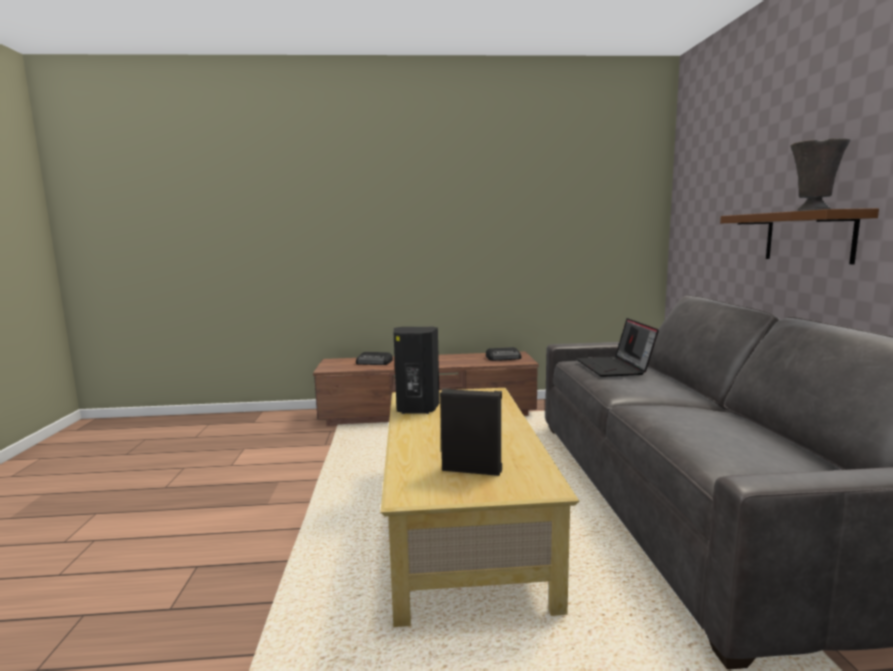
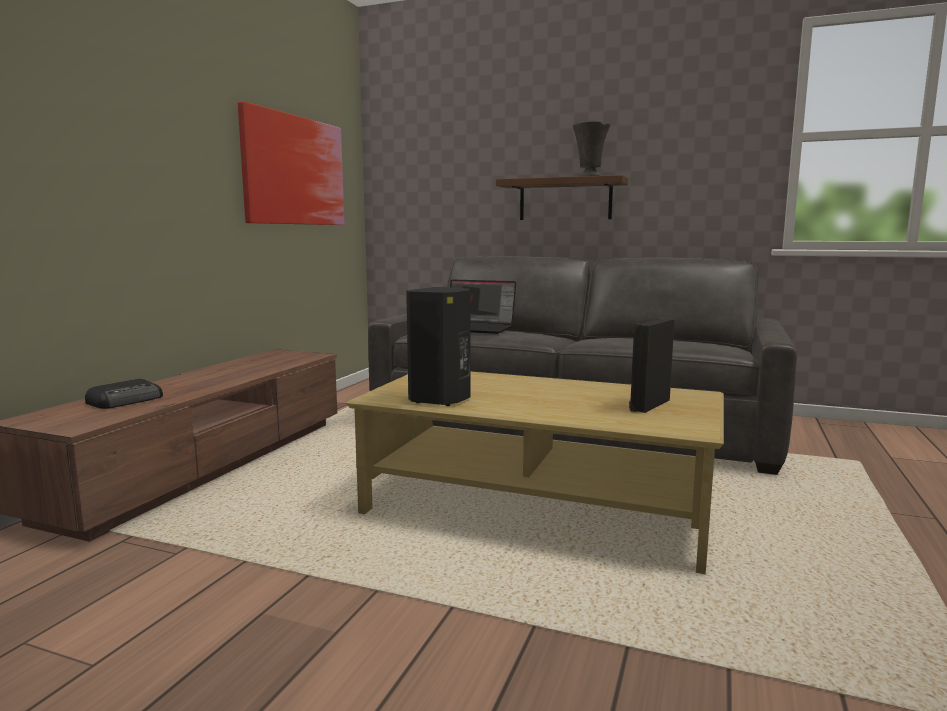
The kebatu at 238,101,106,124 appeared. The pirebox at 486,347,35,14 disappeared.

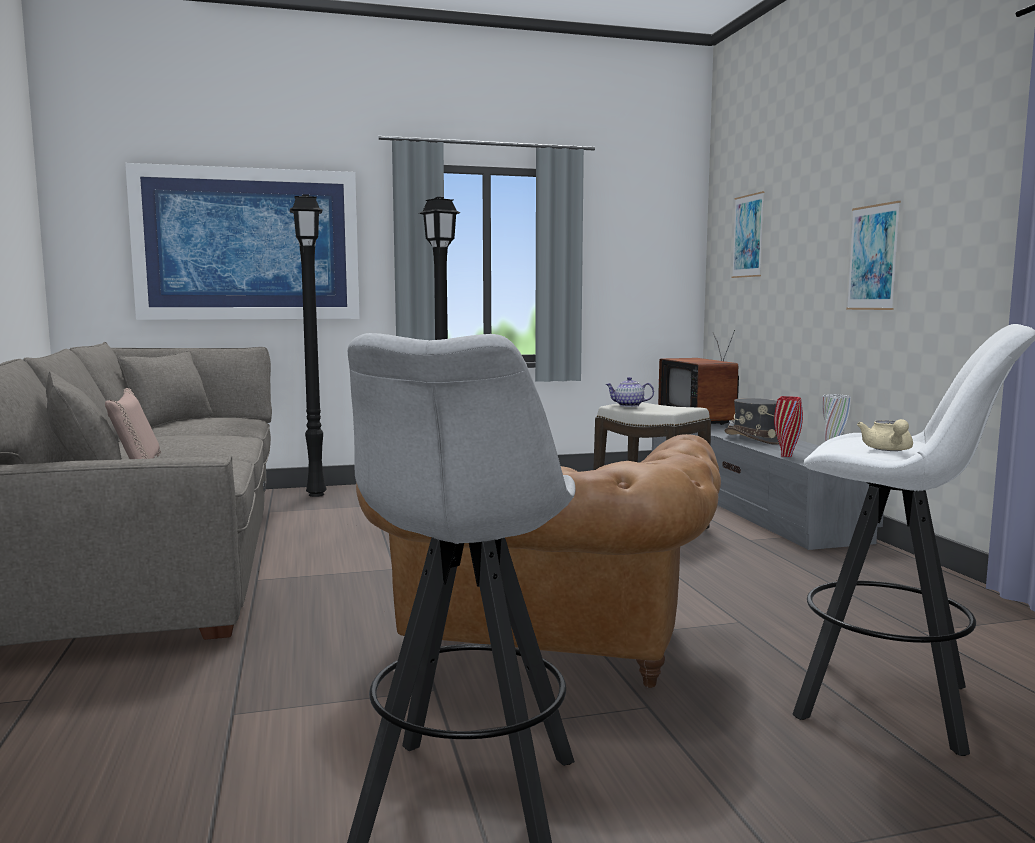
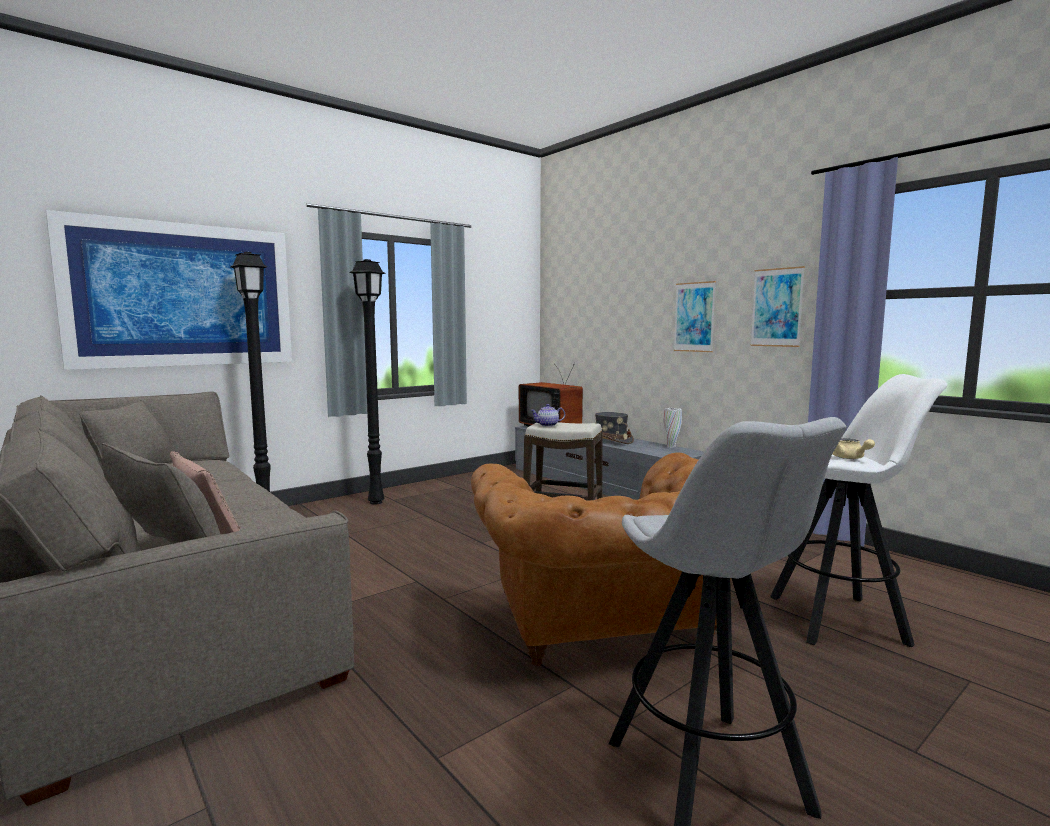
The kebatu moved from 732,191,32,87 to 750,266,55,81. The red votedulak at 774,396,29,61 disappeared.

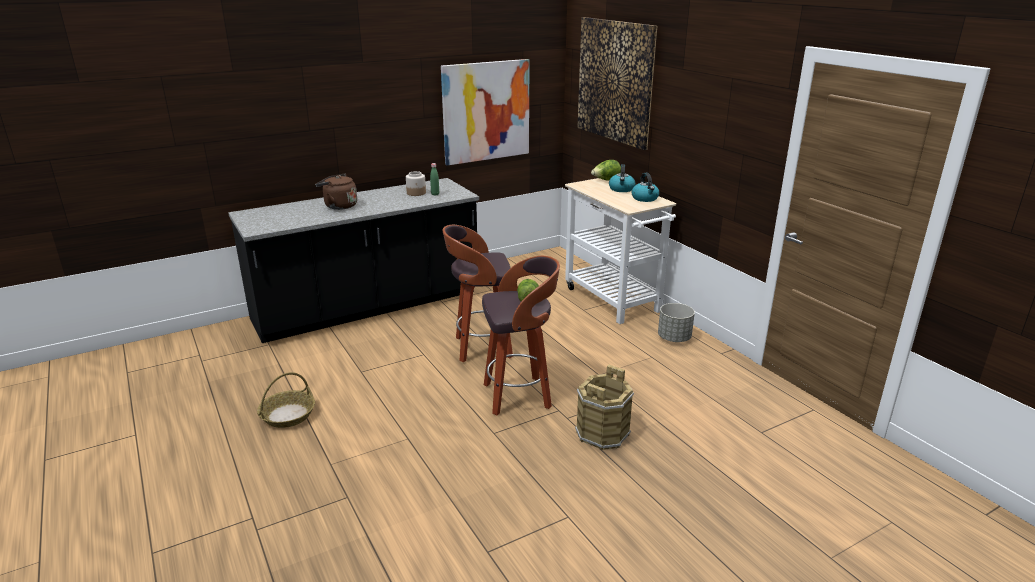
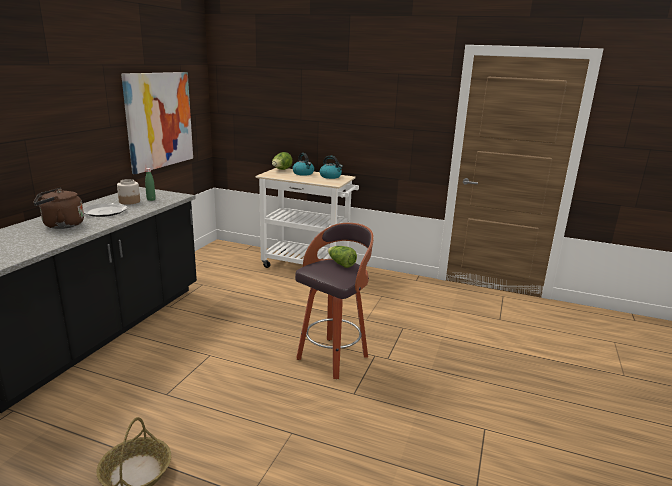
The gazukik at 83,203,44,14 appeared. The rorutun at 442,225,71,137 disappeared. The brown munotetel at 575,365,59,85 disappeared. The kebatu at 577,17,80,133 disappeared. The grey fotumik at 658,303,37,39 disappeared.

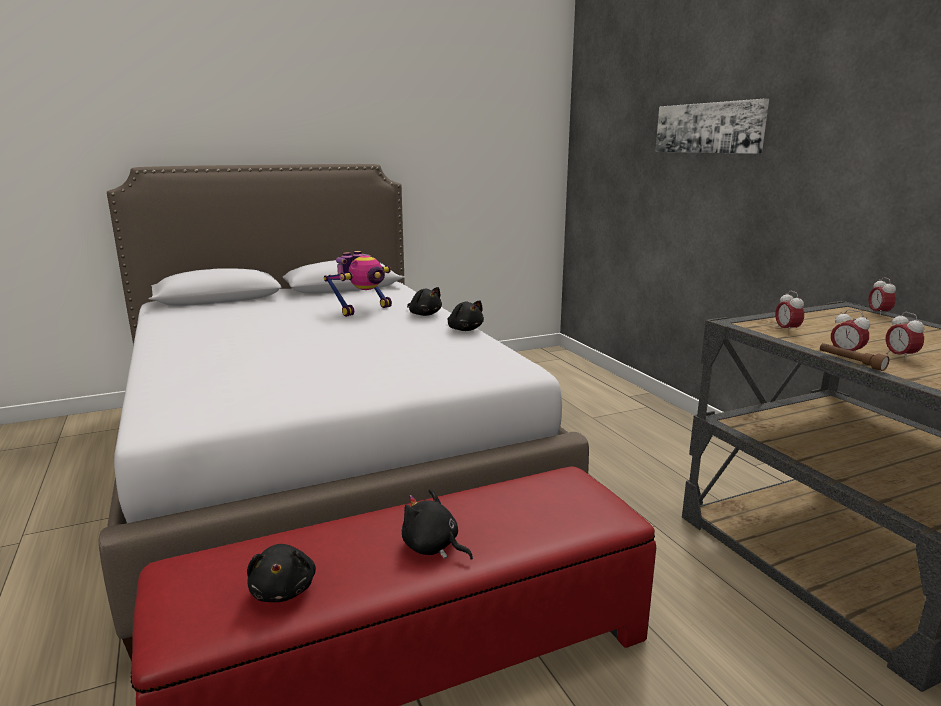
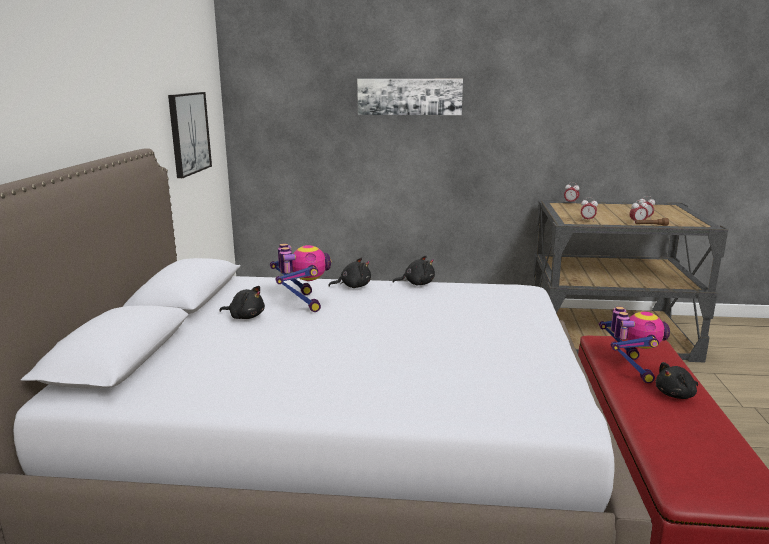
The kebatu at 168,92,44,86 appeared. The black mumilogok moved from 247,544,69,58 to 220,286,45,33. The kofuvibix at 599,306,71,77 appeared.

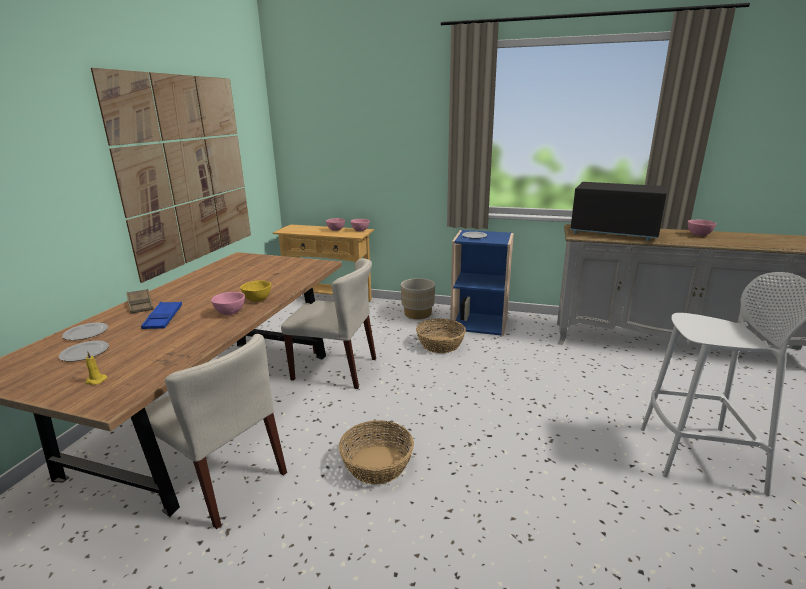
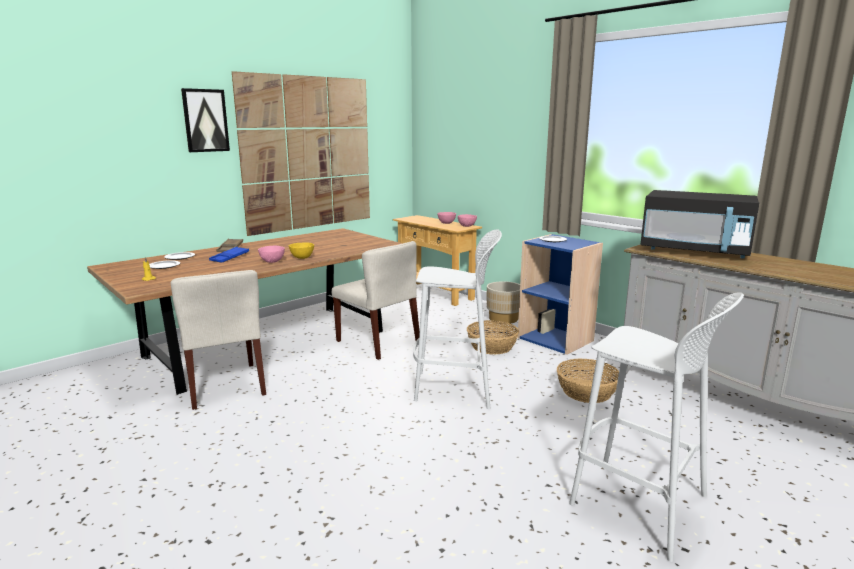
The kebatu at 181,88,49,64 appeared. The white rorutun at 413,229,89,180 appeared. The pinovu moved from 339,420,75,65 to 557,358,62,45. The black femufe at 570,182,98,59 turned 150 degrees clockwise. The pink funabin at 688,220,28,16 disappeared.

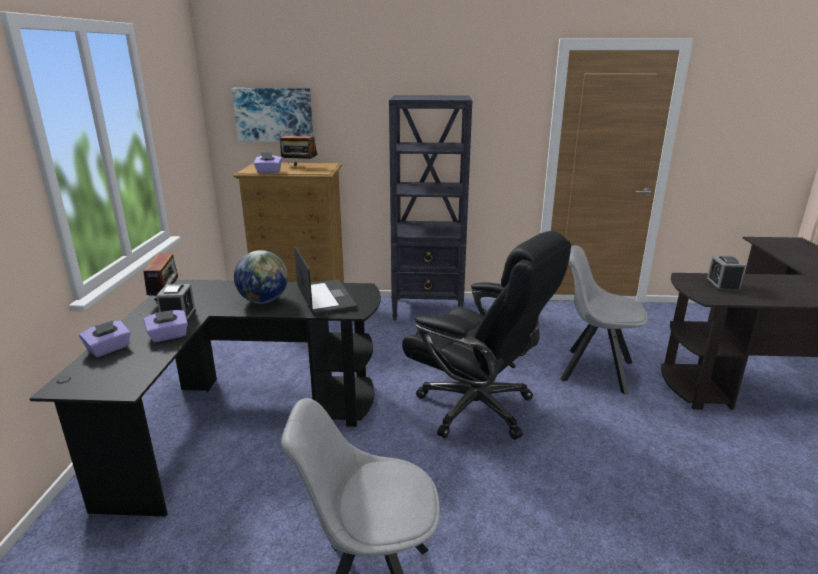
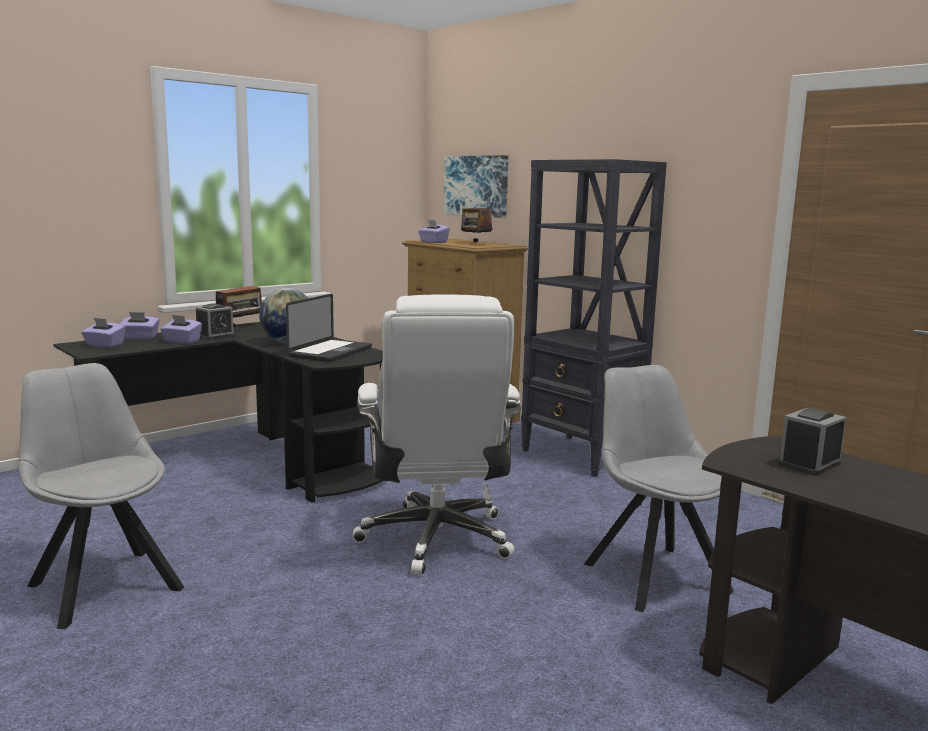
The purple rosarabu at 81,317,45,31 appeared. The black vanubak at 402,231,169,209 became the white vanubak at 353,295,168,281.

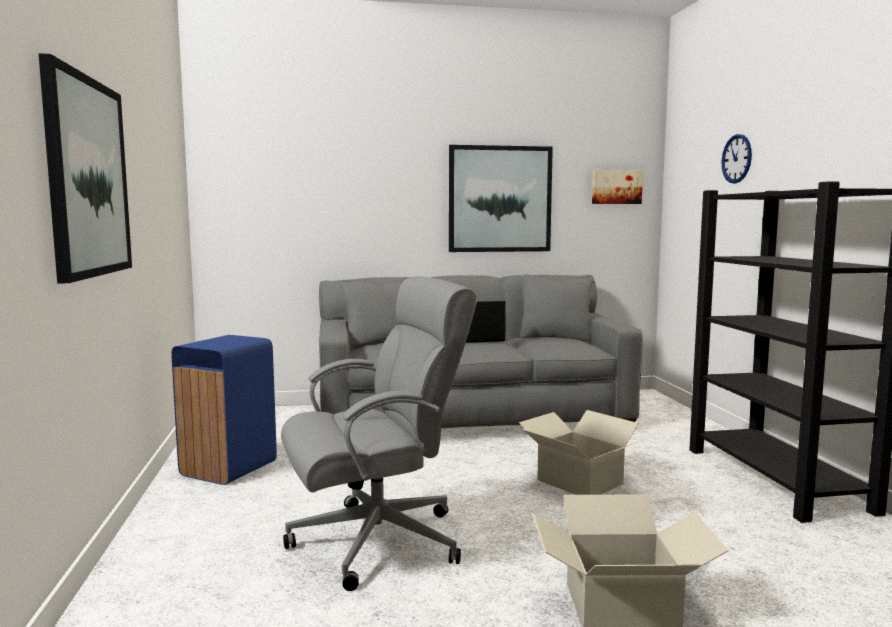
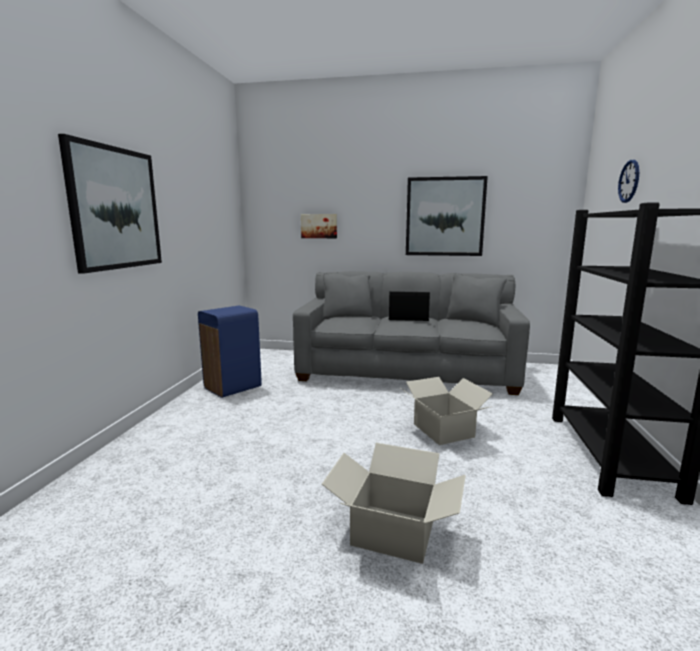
The kebatu moved from 592,170,51,34 to 301,214,36,24. The grey vanubak at 281,276,196,315 disappeared.

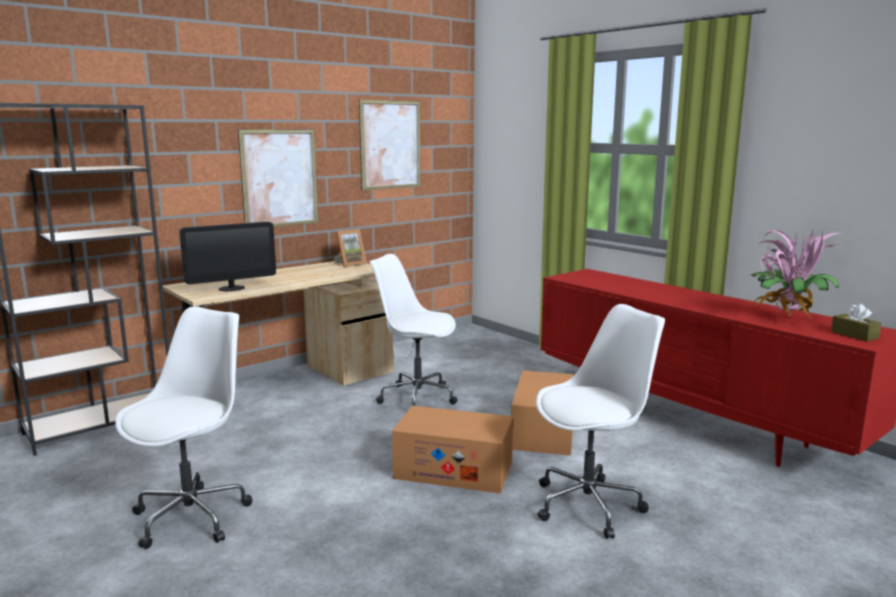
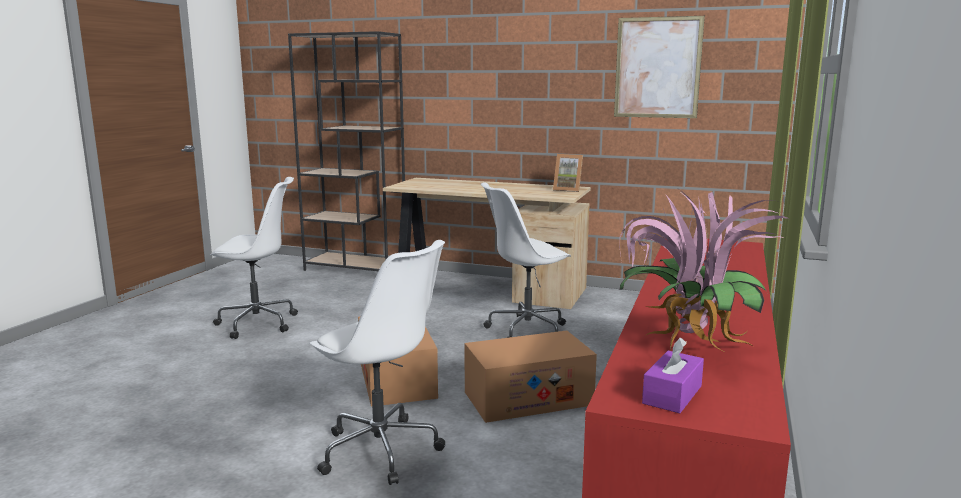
The white vanubak at 369,254,89,152 turned 105 degrees counterclockwise. The brown rosarabu at 831,304,51,37 became the purple rosarabu at 642,338,62,75. The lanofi at 179,222,97,70 disappeared. The kebatu at 238,129,80,98 disappeared.

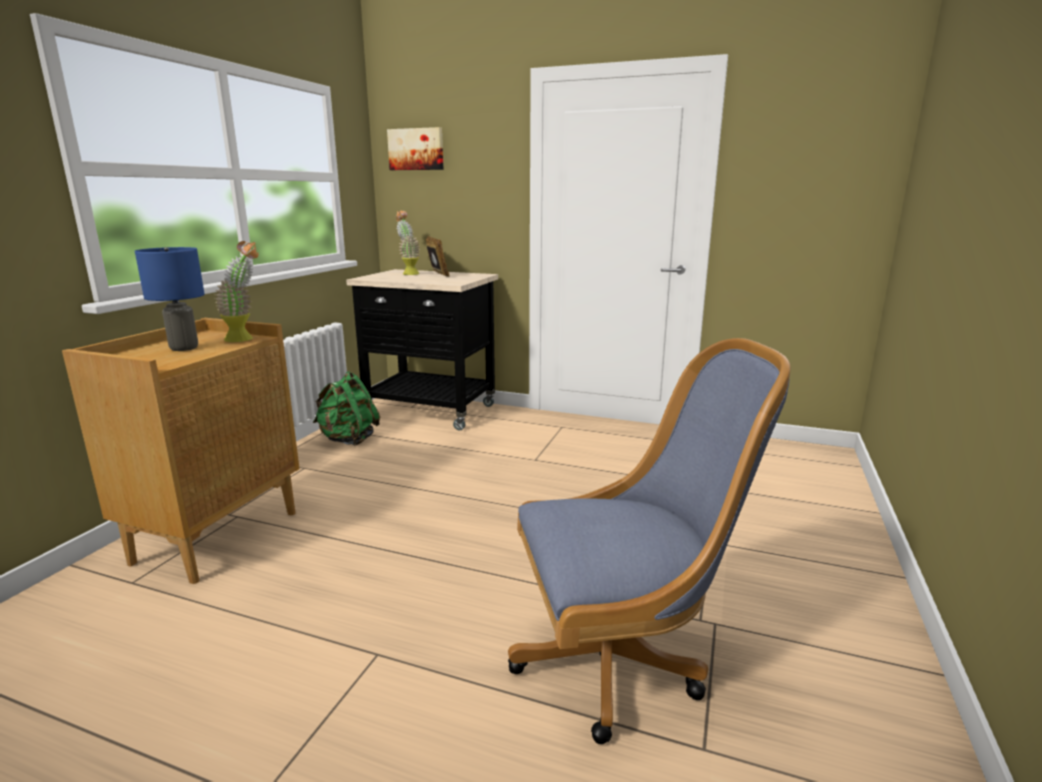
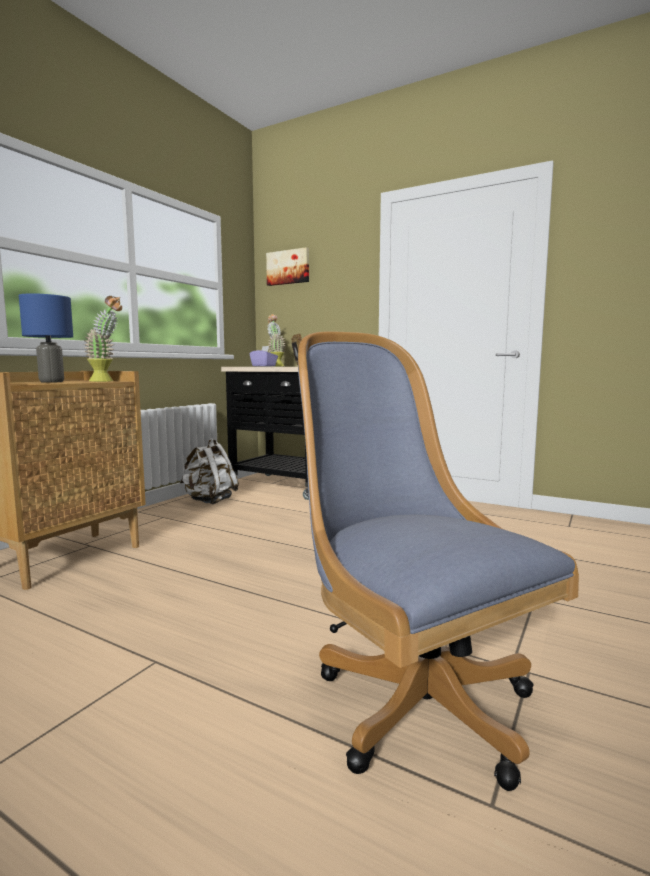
The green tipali at 313,371,67,75 became the white tipali at 180,438,59,66. The purple rosarabu at 250,346,28,20 appeared. The blue vanubak at 508,338,283,406 turned 120 degrees counterclockwise.

